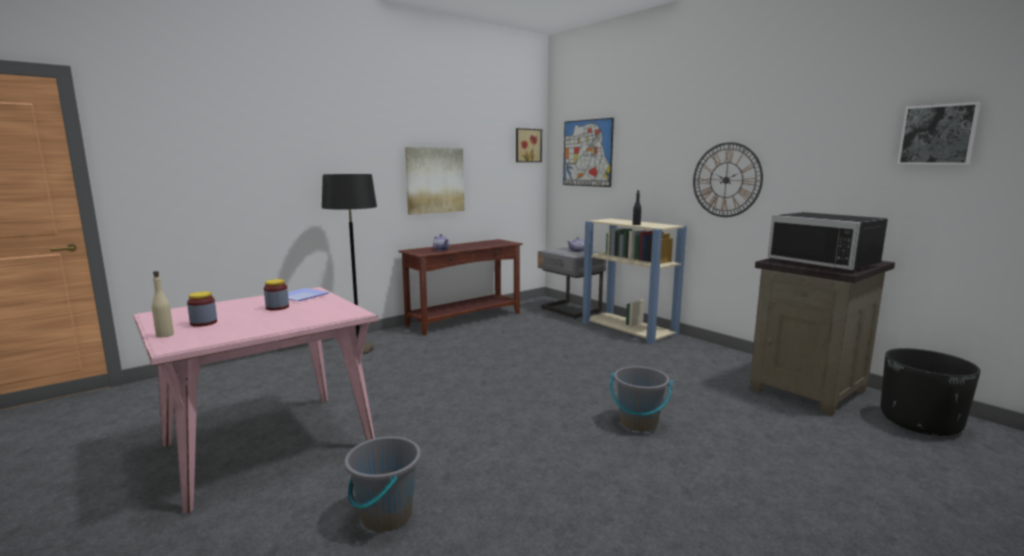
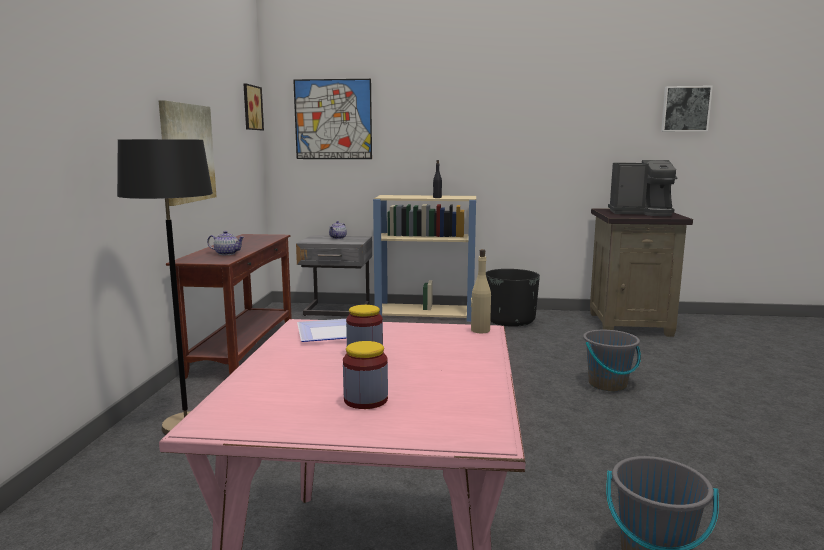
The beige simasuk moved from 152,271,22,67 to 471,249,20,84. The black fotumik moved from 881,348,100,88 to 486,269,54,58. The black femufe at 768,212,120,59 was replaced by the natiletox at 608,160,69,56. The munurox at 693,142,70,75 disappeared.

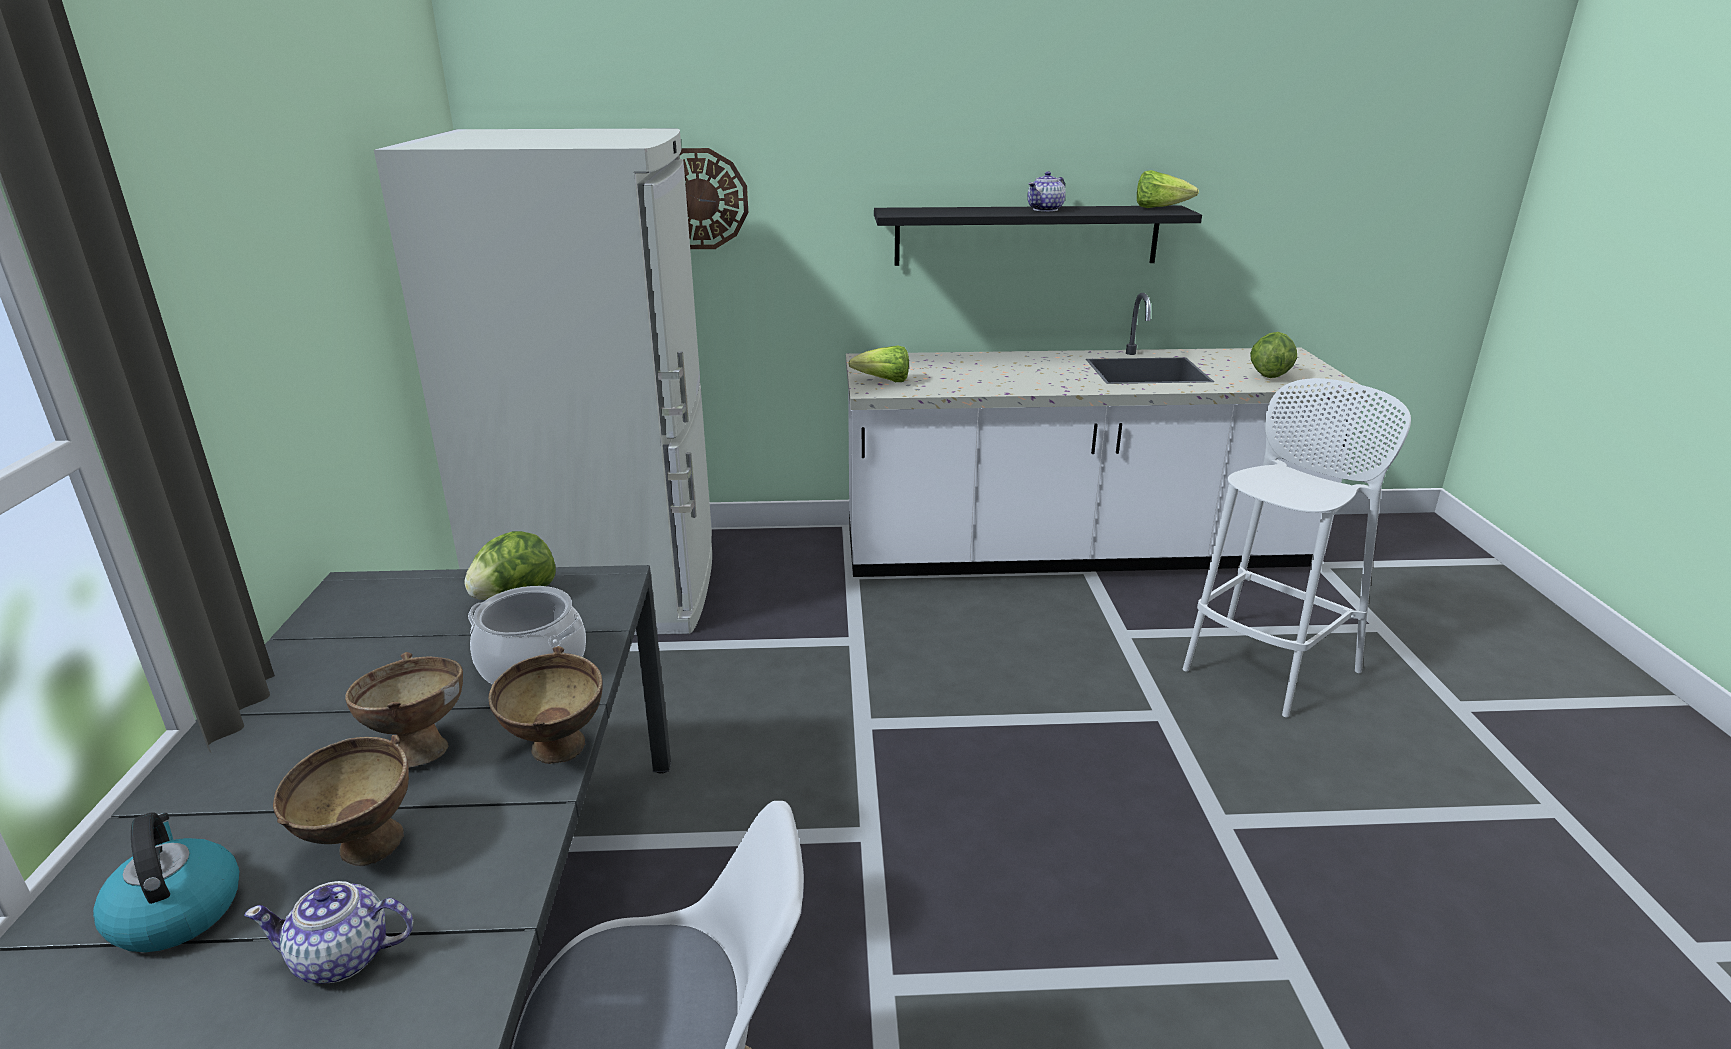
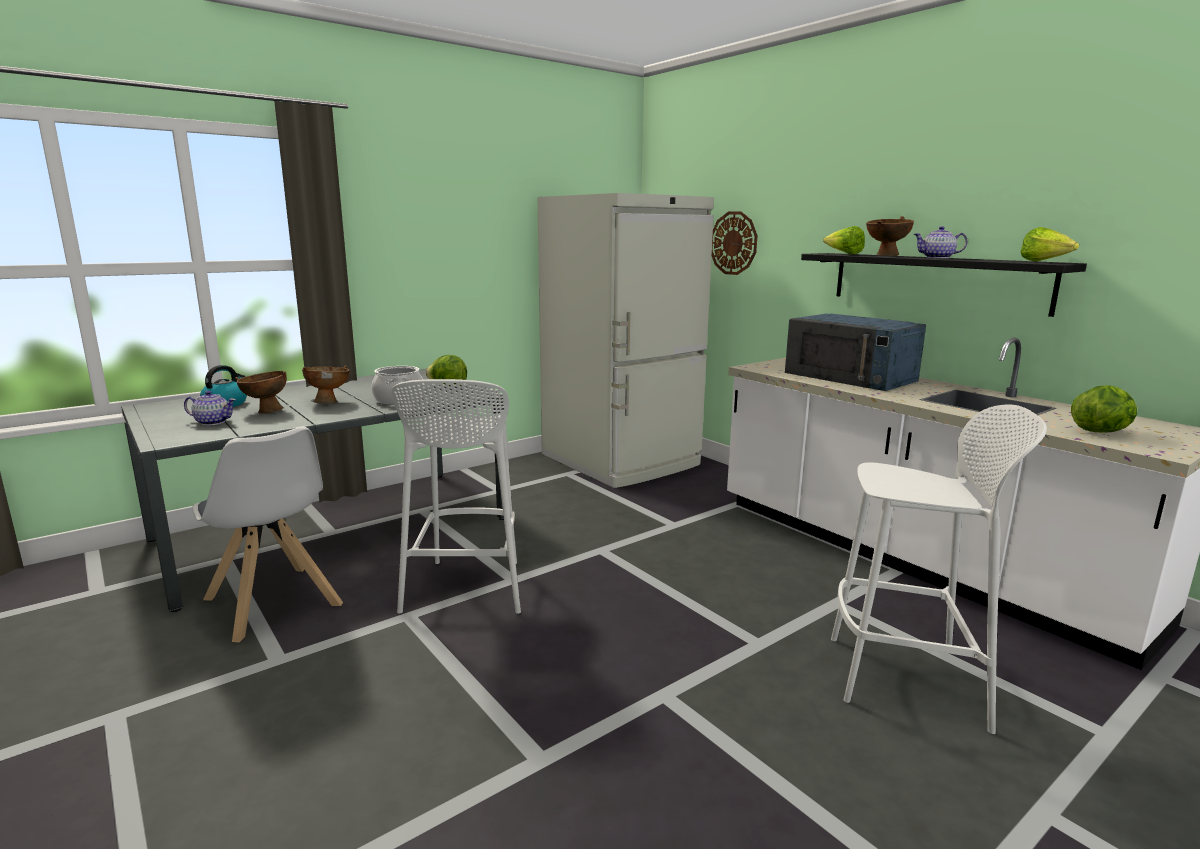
The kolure at 244,881,169,103 turned 135 degrees clockwise. The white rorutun at 391,379,130,235 appeared. The blue femufe at 785,314,141,77 appeared. The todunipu moved from 848,345,61,37 to 823,226,42,29. The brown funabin moved from 489,646,113,118 to 866,216,48,40.

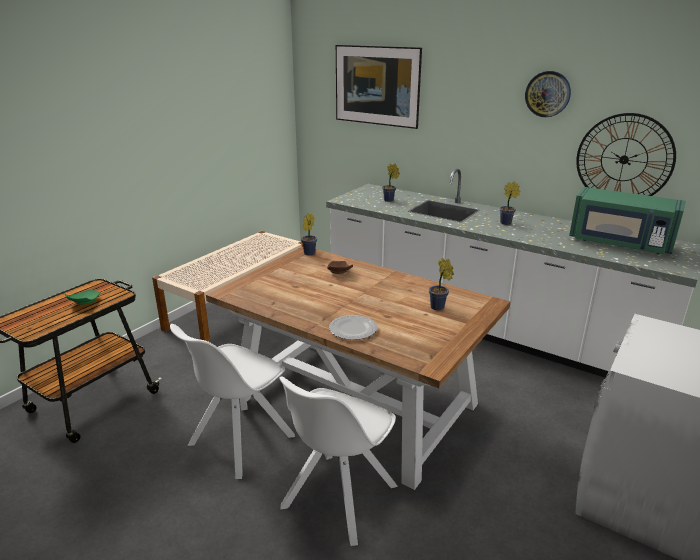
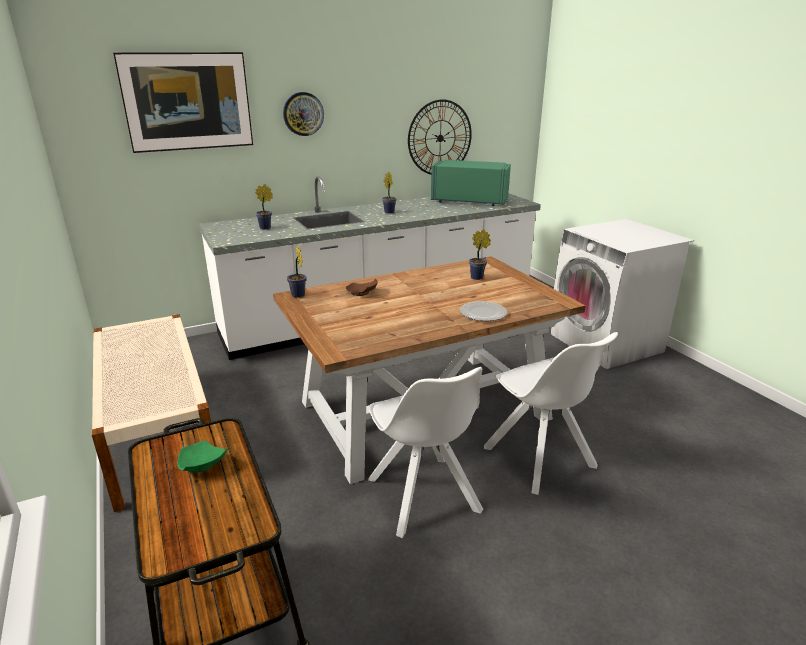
The munurox moved from 525,71,46,46 to 283,92,41,44. The green femufe at 569,187,116,67 turned 135 degrees counterclockwise.

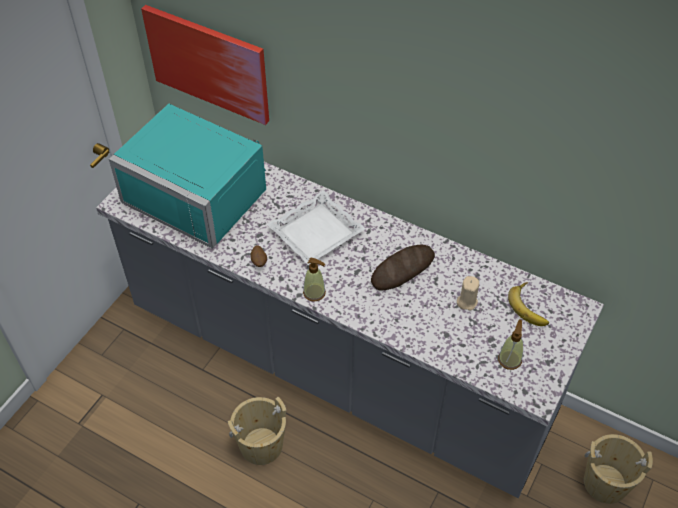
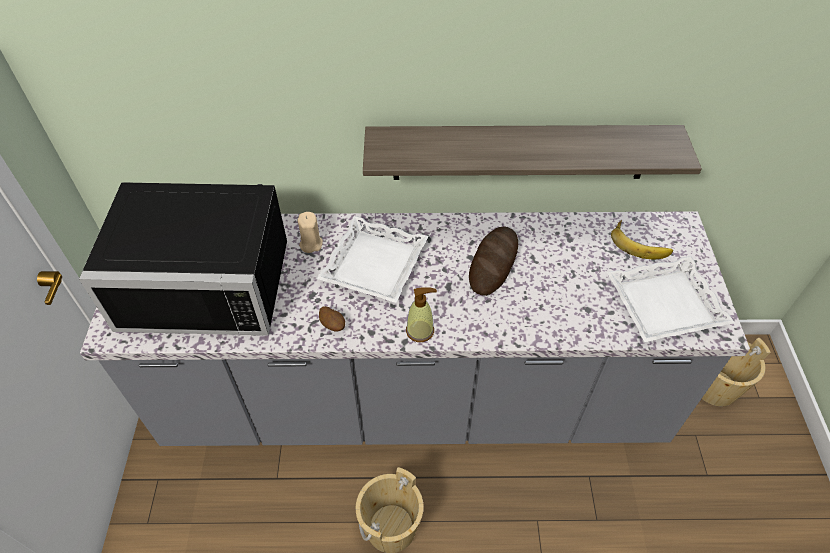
The turquoise femufe at 109,104,157,145 became the black femufe at 79,182,208,153. The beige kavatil moved from 457,276,22,35 to 297,212,26,41. The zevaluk at 363,125,339,55 appeared. The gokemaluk at 498,320,25,50 was replaced by the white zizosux at 607,256,128,86. The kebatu at 141,5,128,120 disappeared.

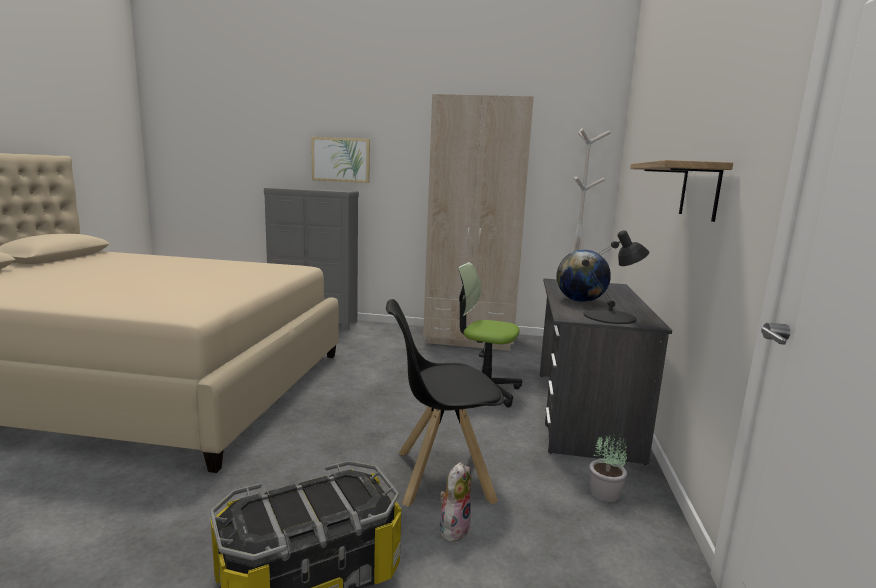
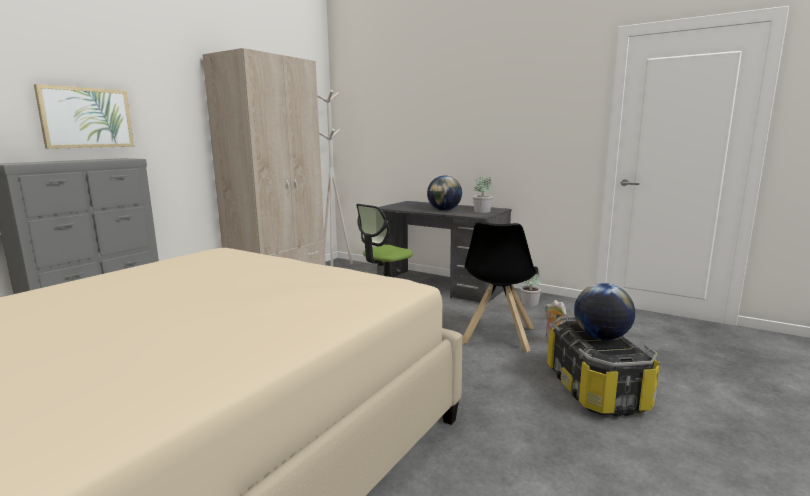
The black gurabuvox at 582,230,67,94 was replaced by the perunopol at 473,176,20,37. The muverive at 574,283,61,57 appeared. The zevaluk at 630,160,103,62 disappeared.

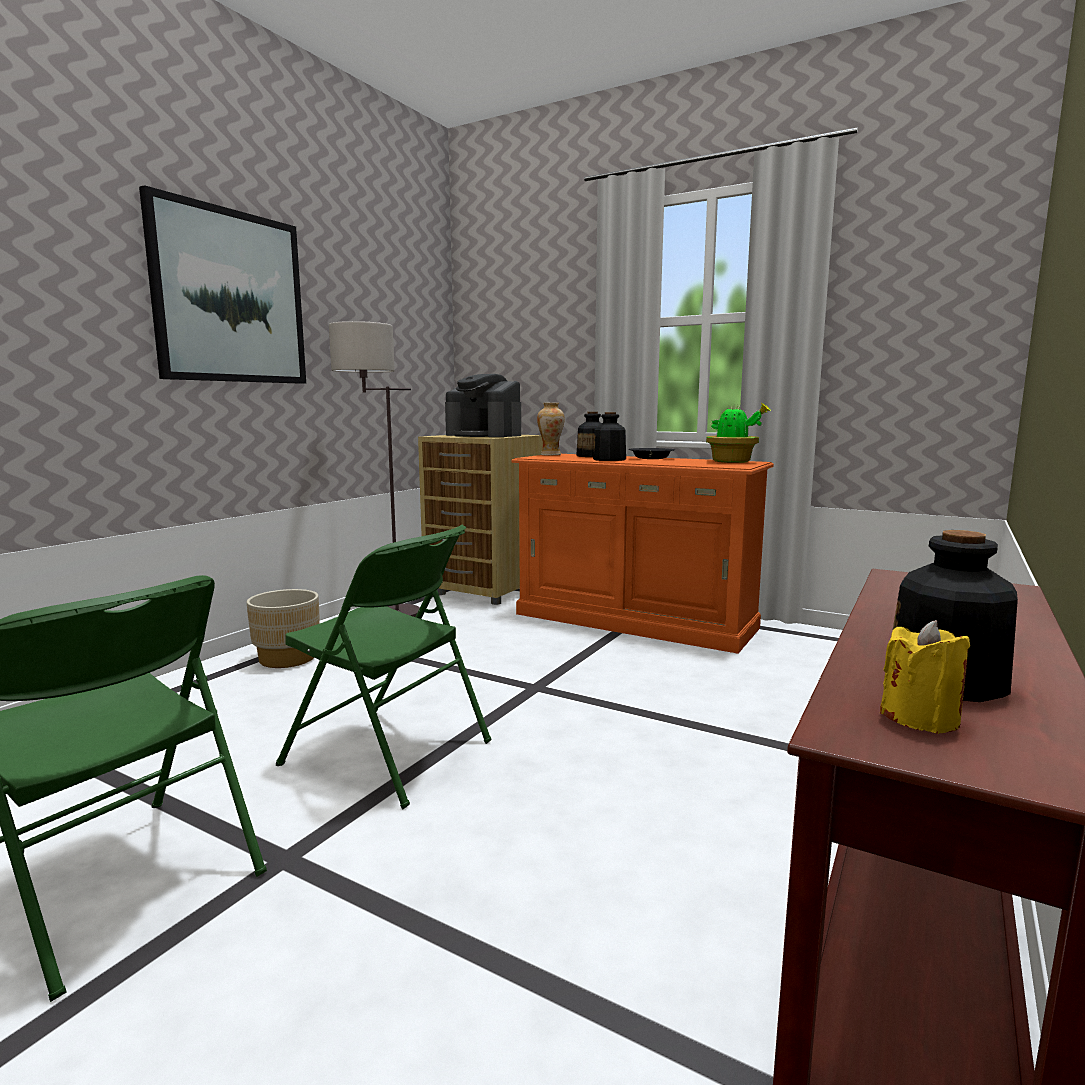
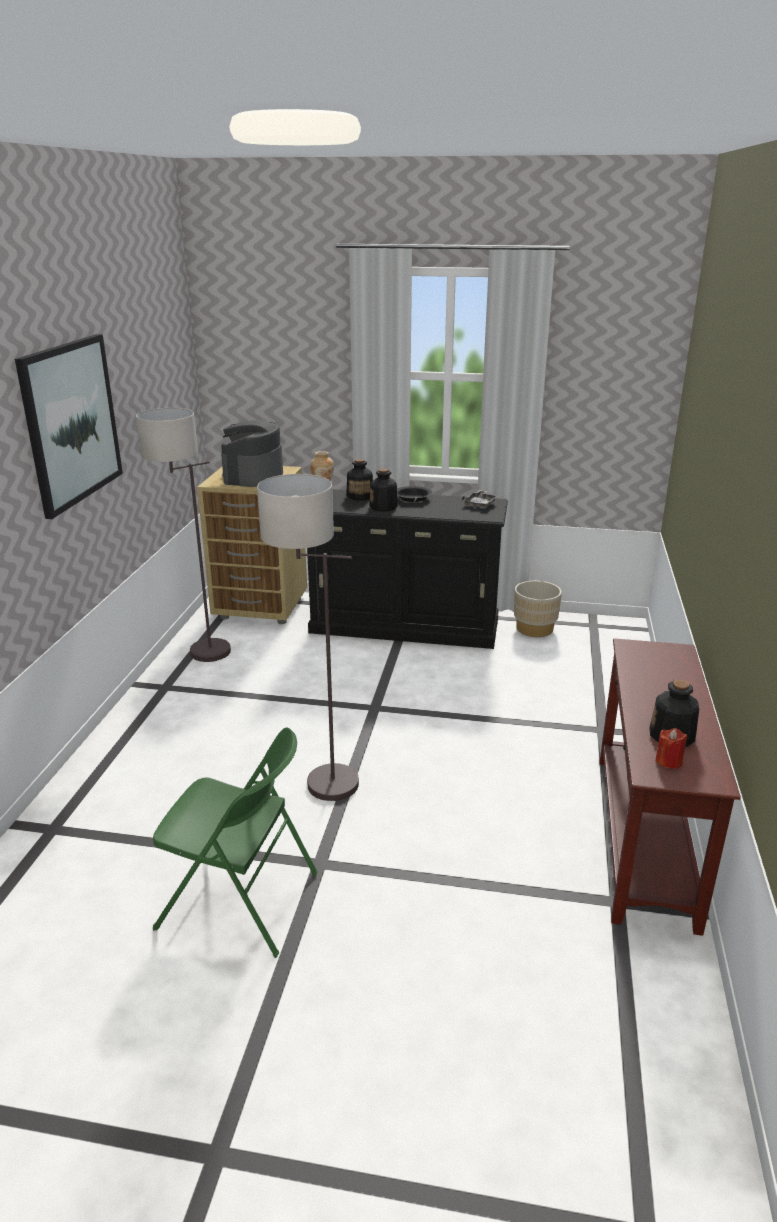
The natiletox at 445,374,76,63 turned 90 degrees clockwise. The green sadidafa at 276,525,215,284 was replaced by the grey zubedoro at 257,474,102,327. The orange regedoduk at 511,454,263,200 became the black regedoduk at 307,489,201,160. The perunopol at 706,402,65,61 was replaced by the grey zizosux at 462,490,37,17. The beige fotumik moved from 247,589,73,79 to 514,581,48,56. The yellow kavatil at 880,620,90,114 became the red kavatil at 655,728,32,41.

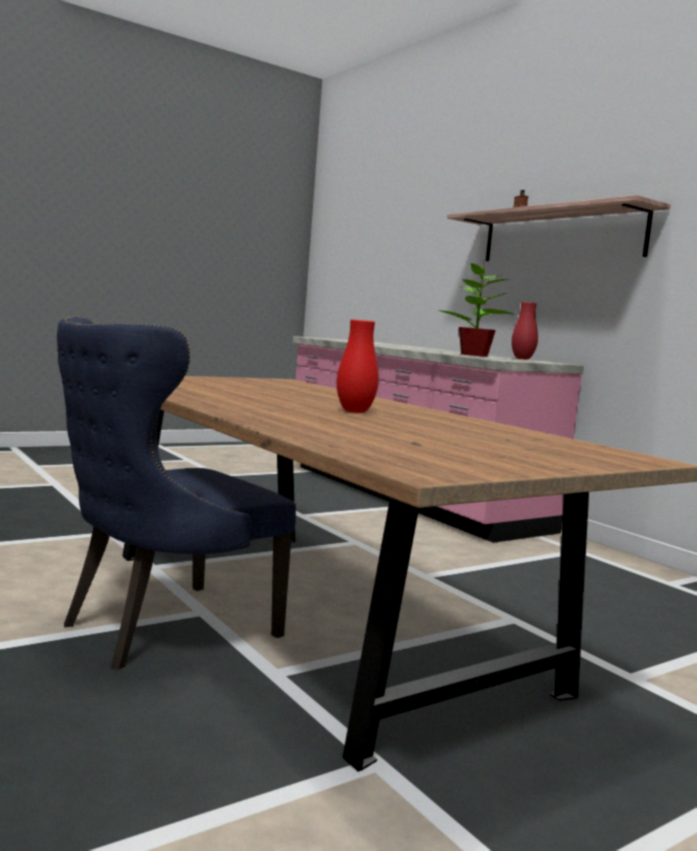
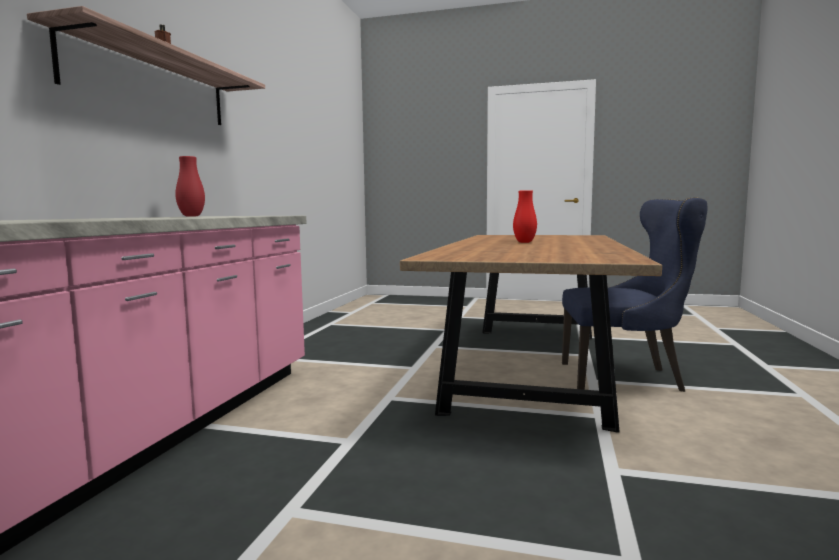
The perunopol at 437,263,79,94 disappeared.

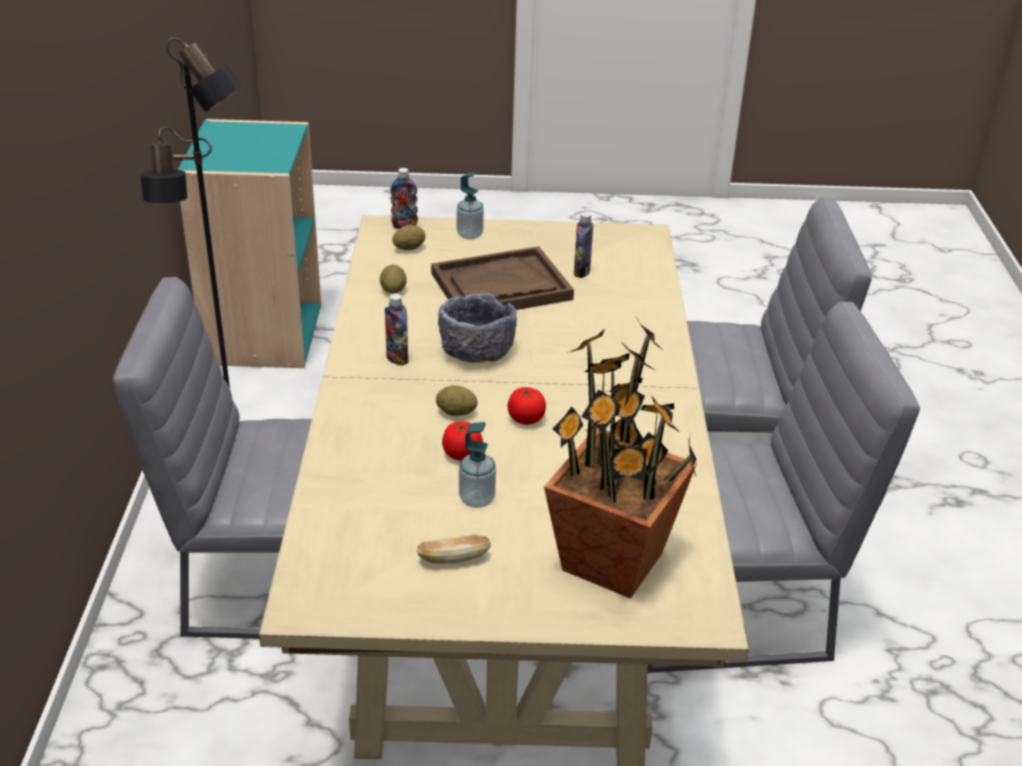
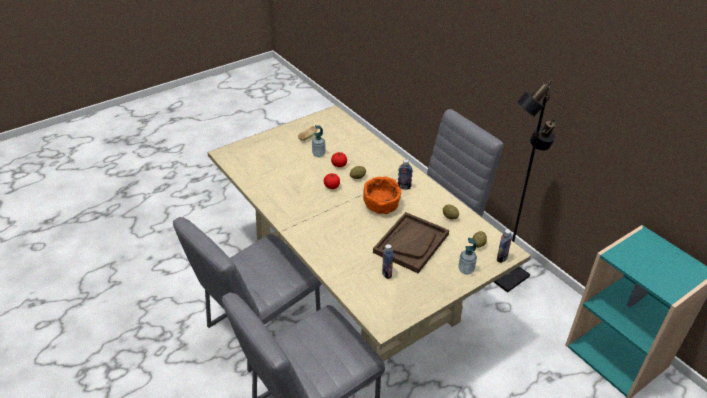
The grey funabin at 438,294,79,69 became the orange funabin at 363,177,38,37. The perunopol at 544,317,153,282 disappeared.

